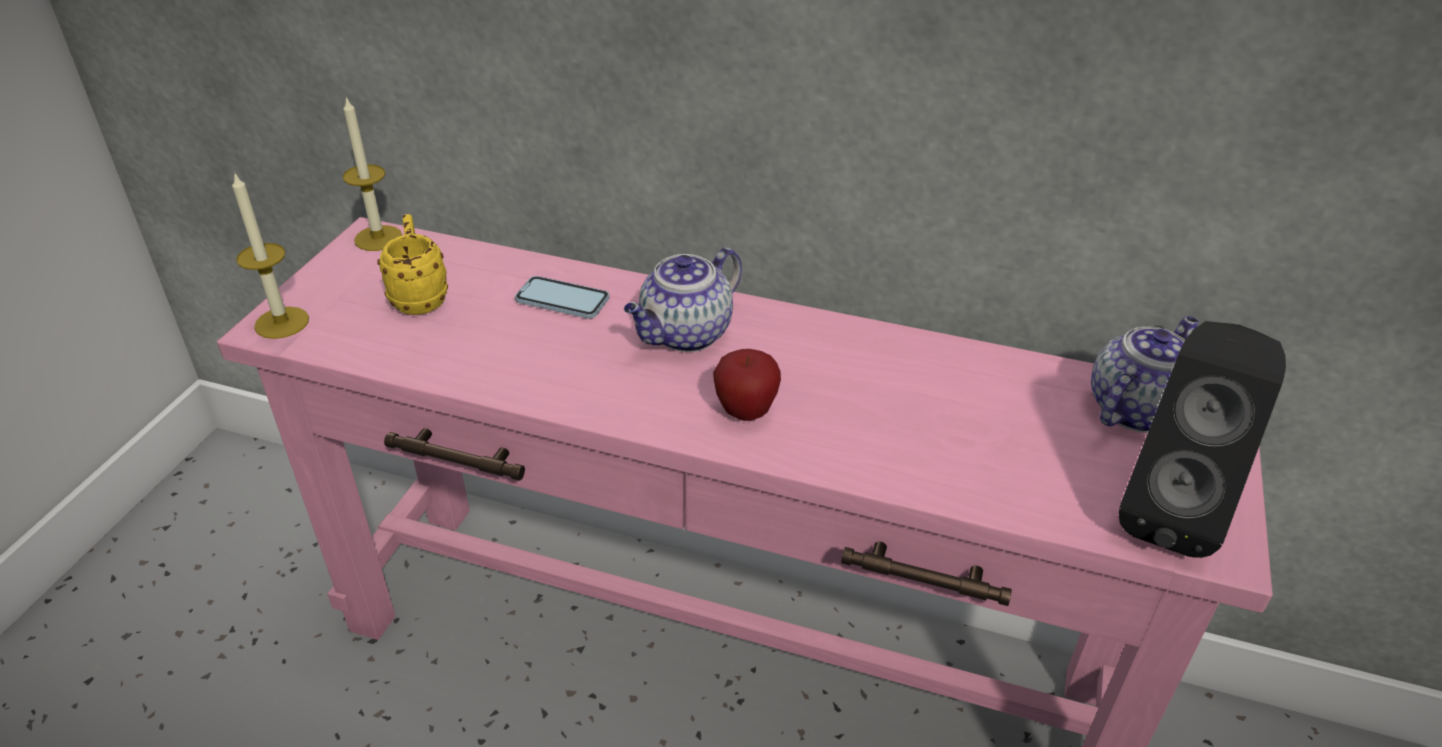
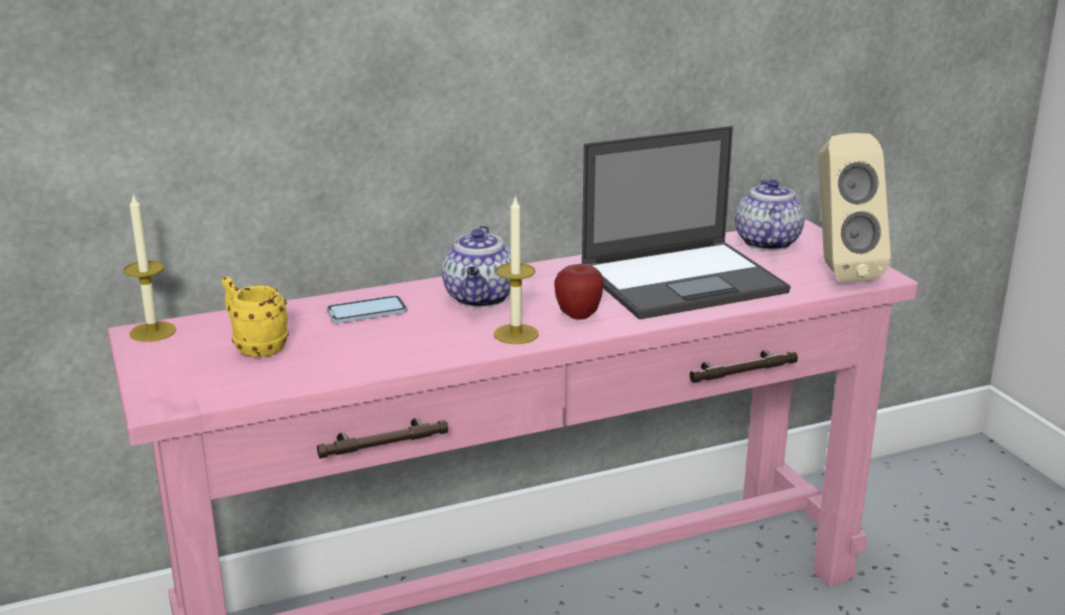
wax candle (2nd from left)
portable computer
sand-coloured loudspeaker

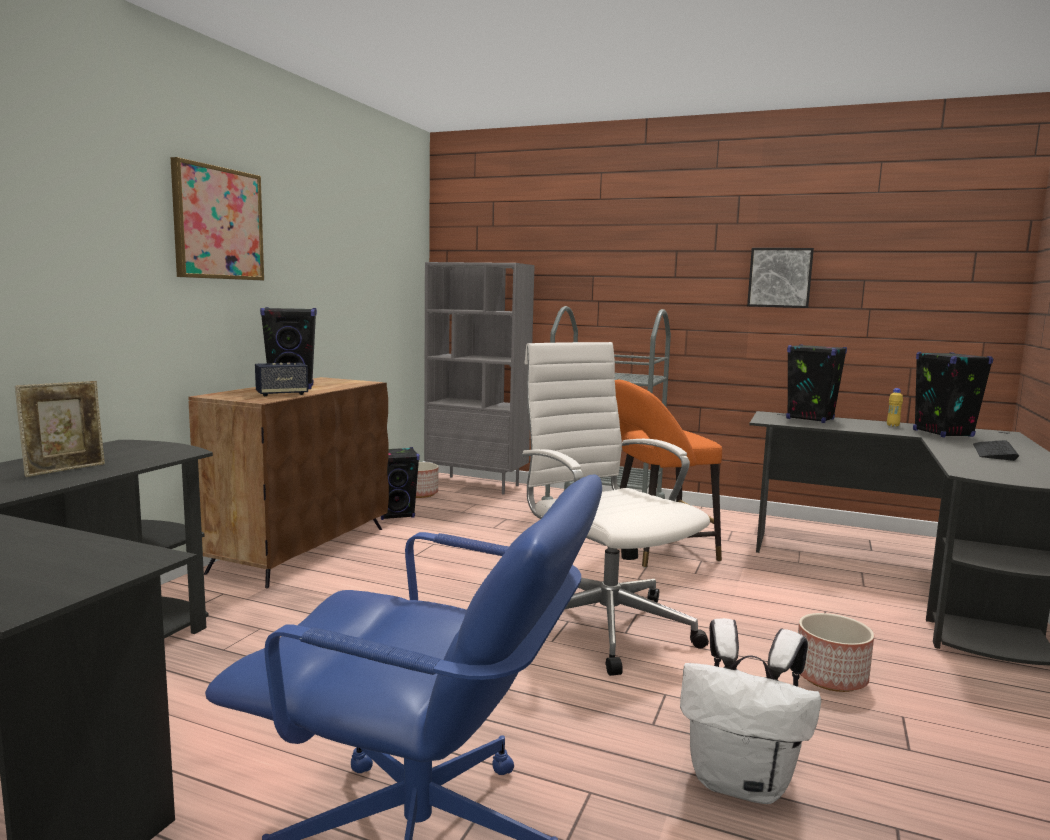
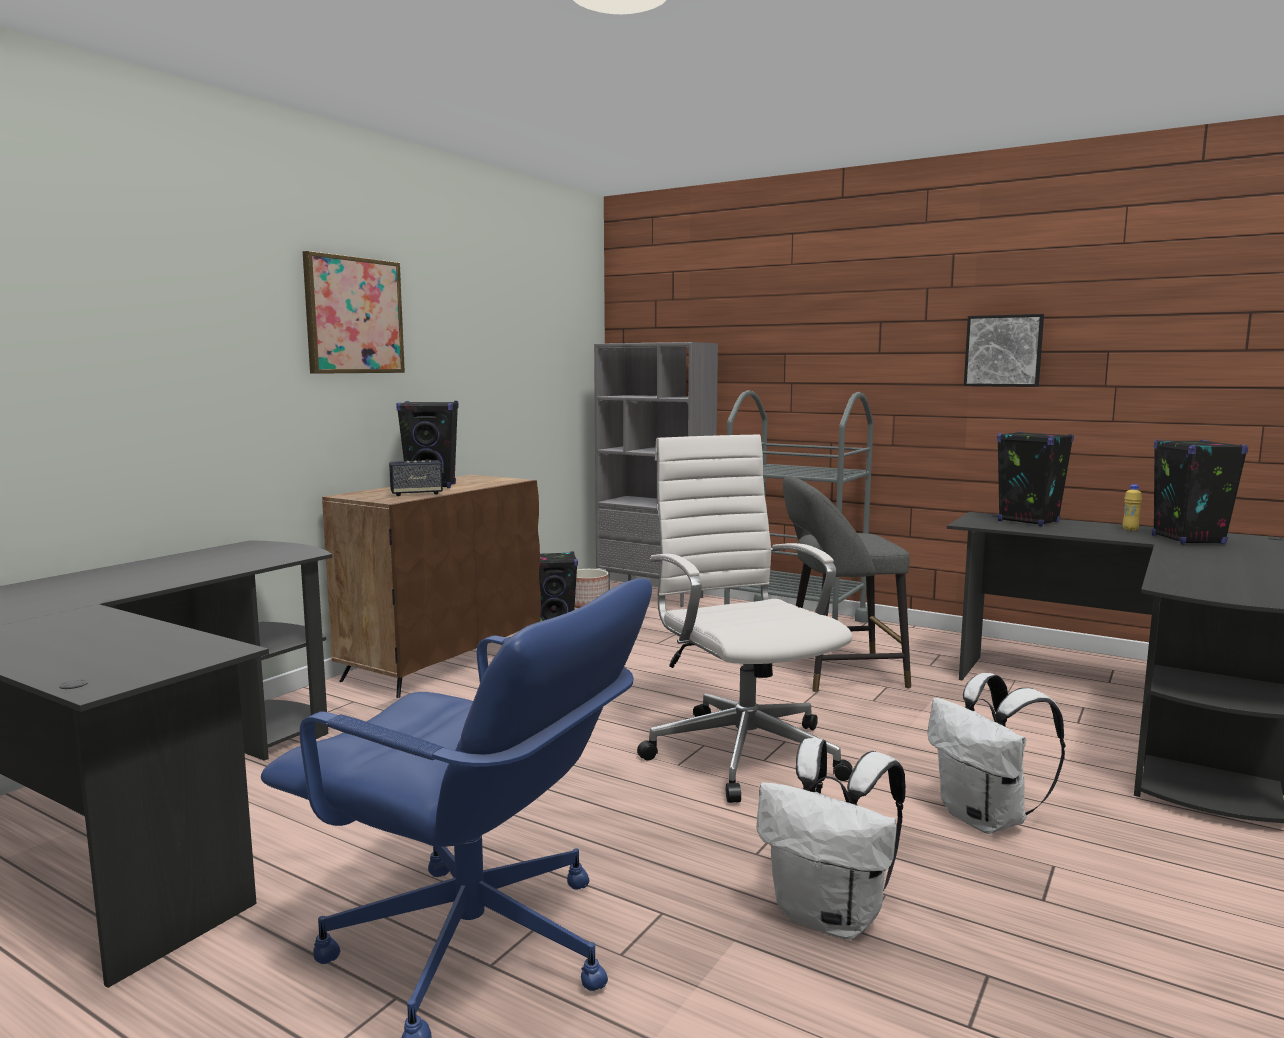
grey stool seat
white backpack (2nd from left)
picture frame
computer keyboard

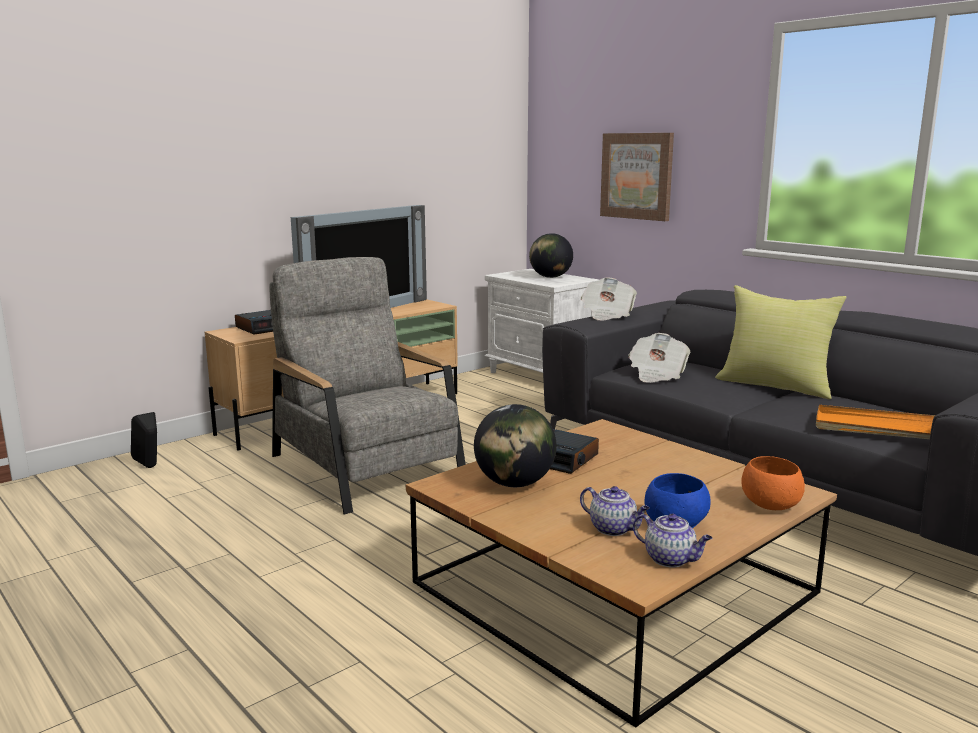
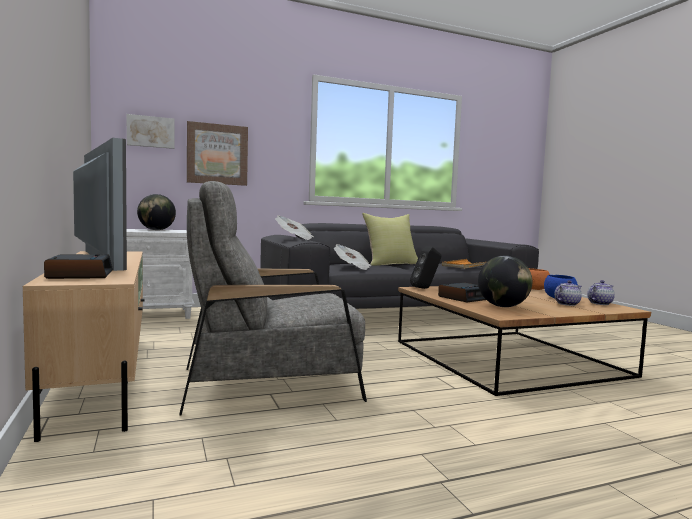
wall art (1st from left)
black-coloured loudspeaker

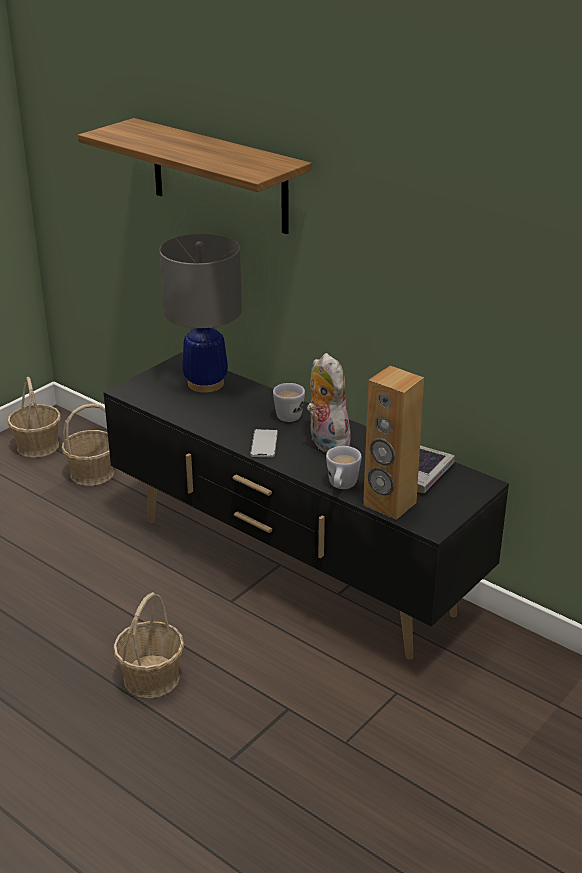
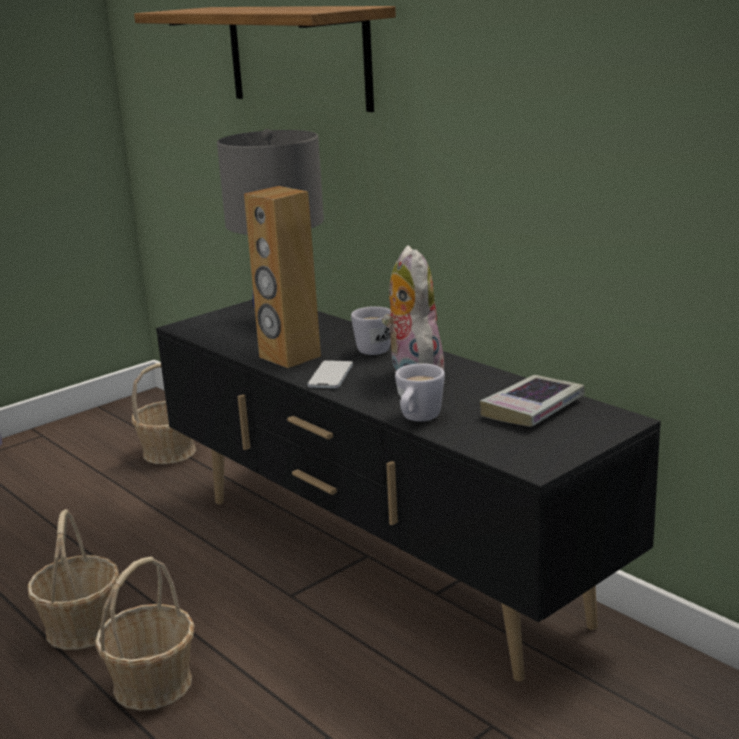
household basket (1st from left)
brown-coloured loudspeaker

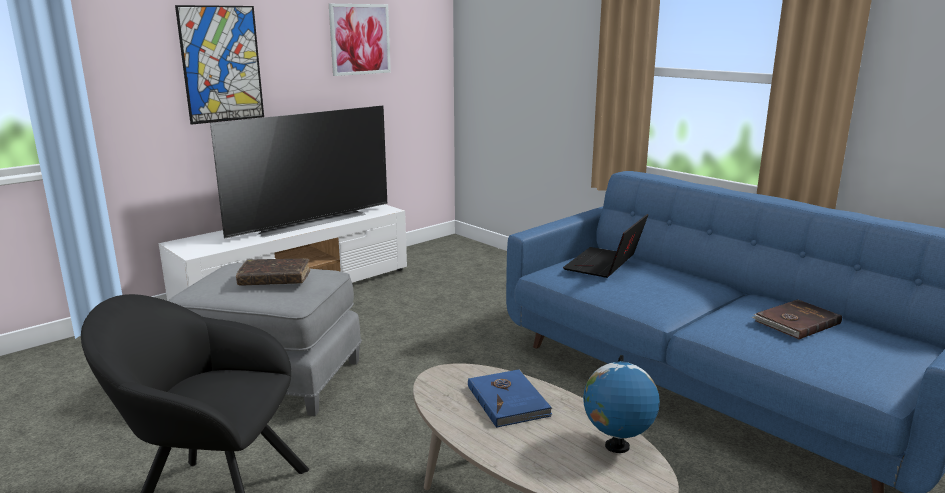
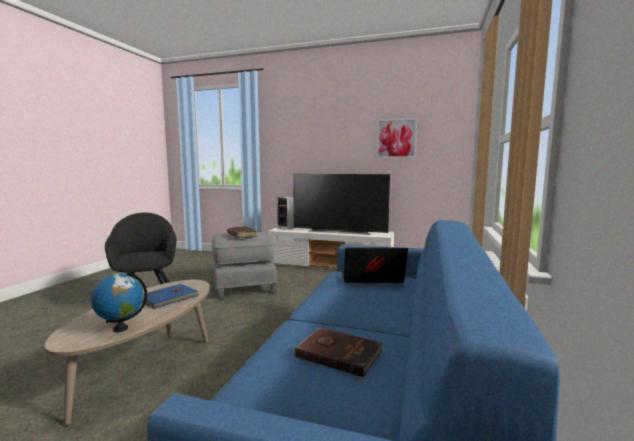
loudspeaker
wall art (1st from left in the first image)

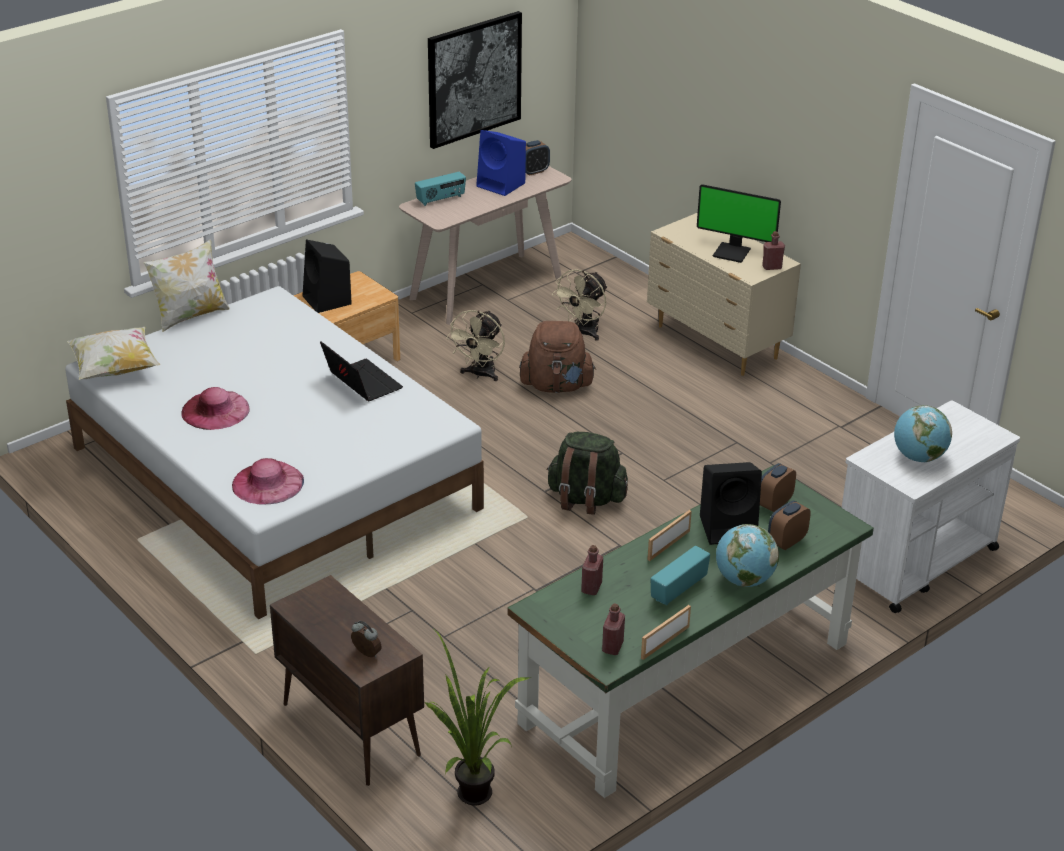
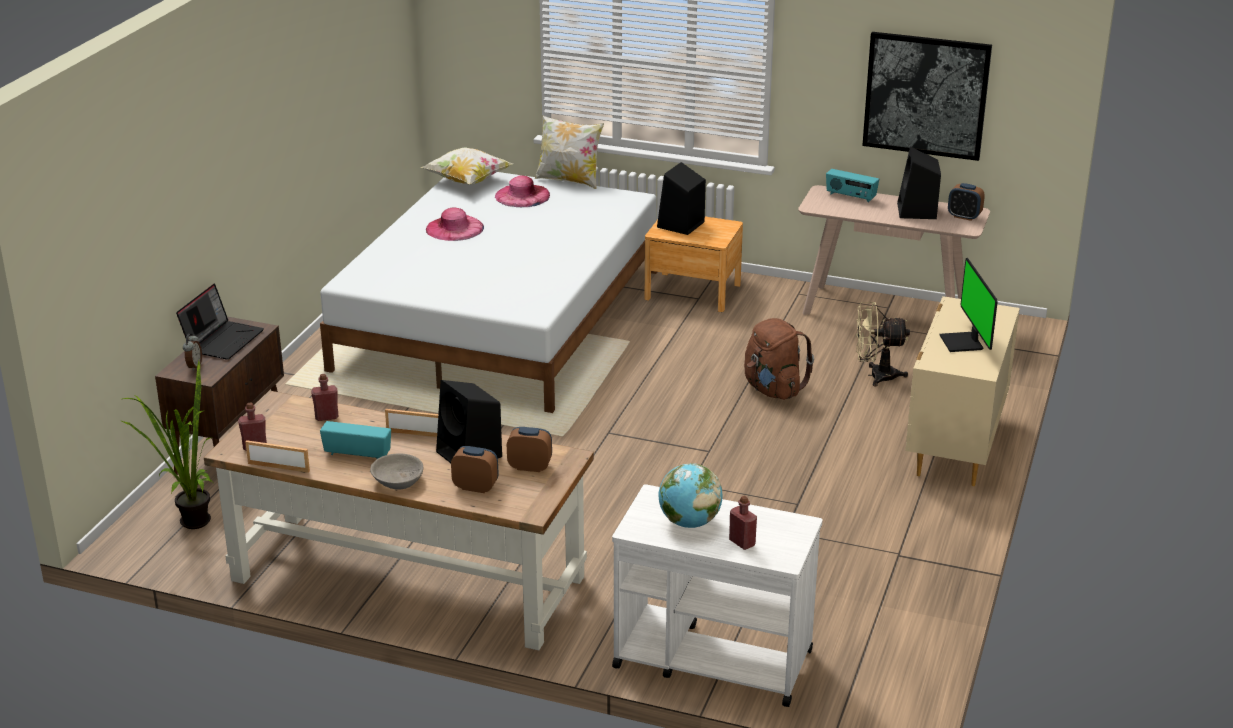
portable computer
brown-coloured desk
grey serving bowl
pink-coloured wearable hat (2nd from left)
red drink bottle (3rd from left)
black-coloured loudspeaker (3rd from left)
sand-coloured electric fan (1st from left in the first image)
green-coloured backpack

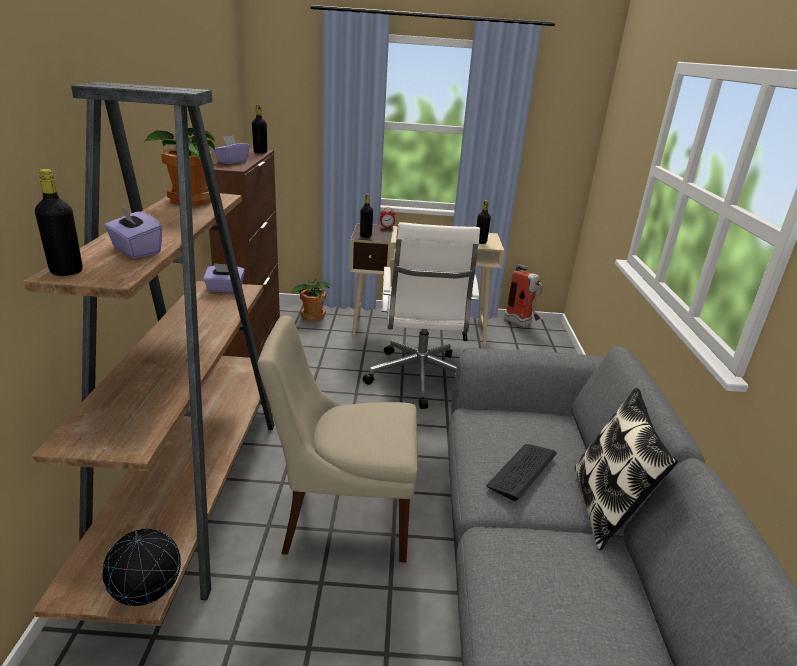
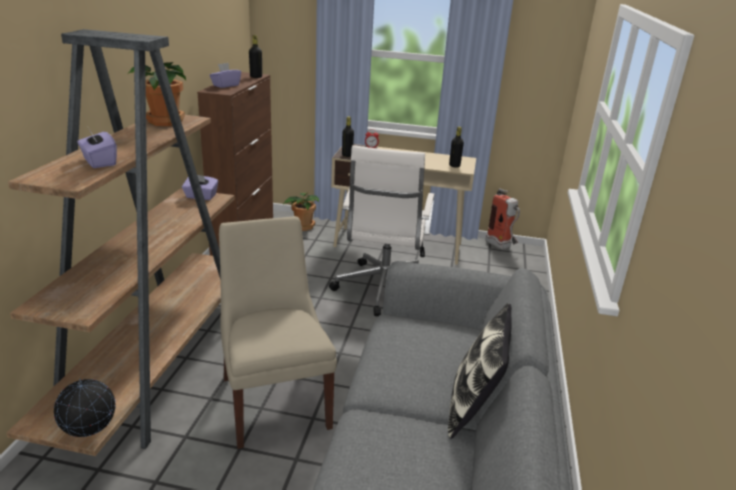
sand-coloured chair
black-coloured drink bottle (1st from left in the first image)
computer keyboard

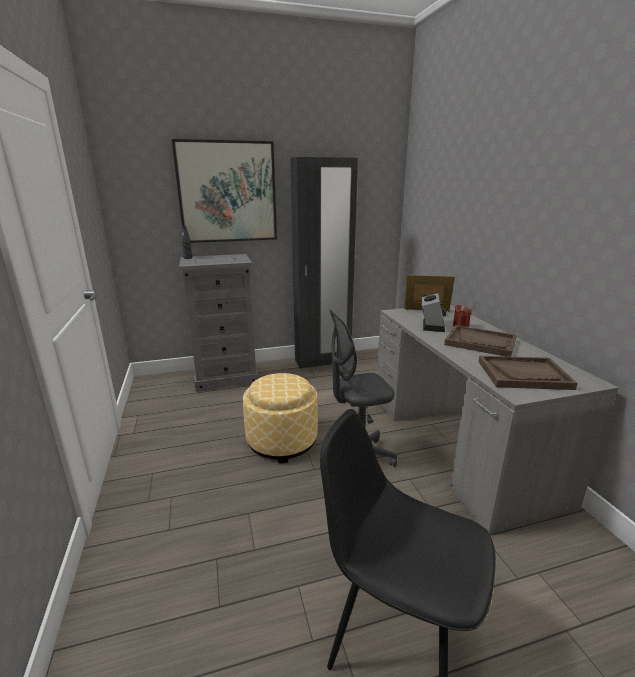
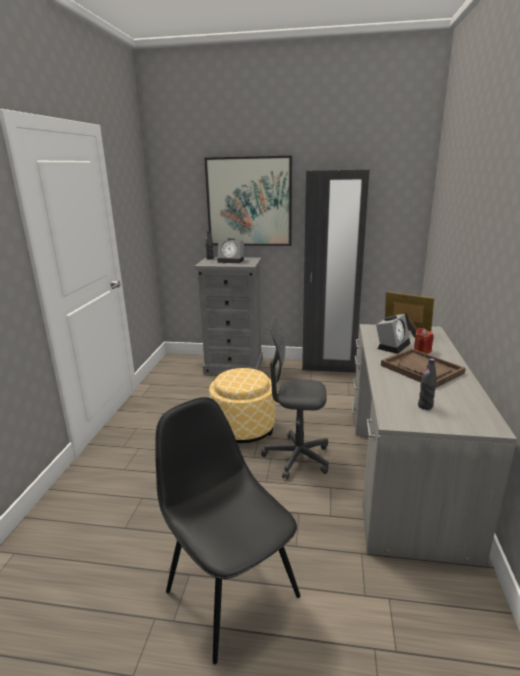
bedside clock (1st from left)
black-coloured drink bottle (2nd from left)

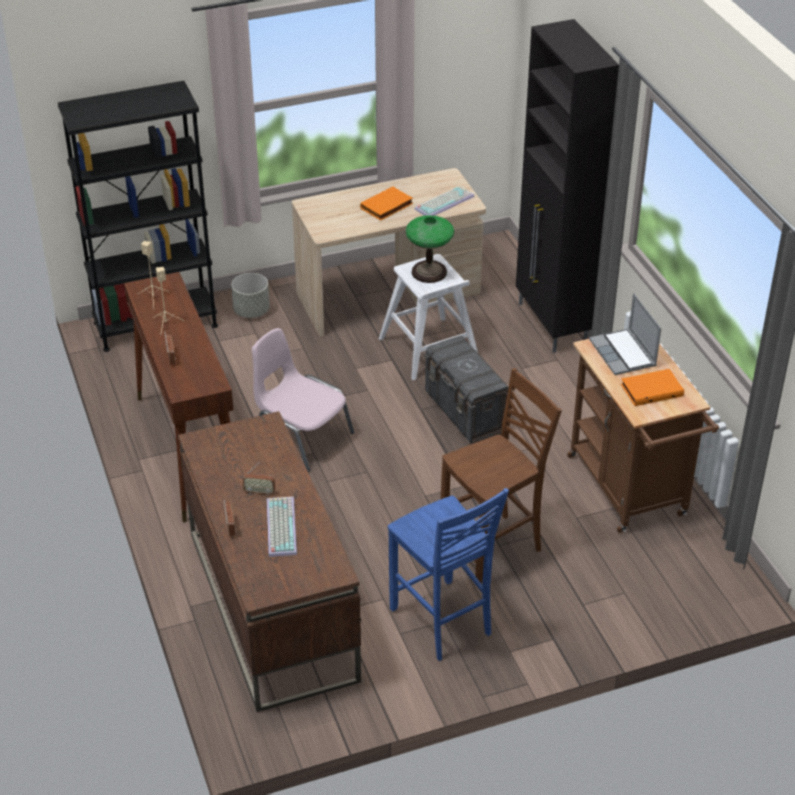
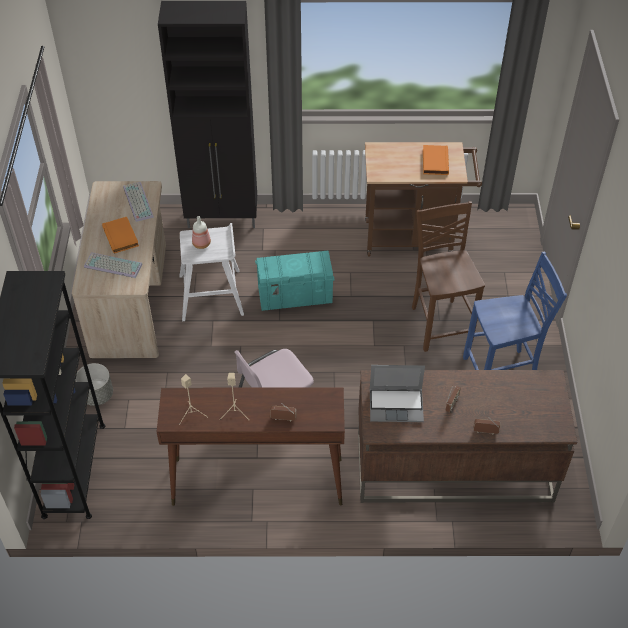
computer keyboard (1st from left)
drink bottle
blue-green storage box
portable computer

